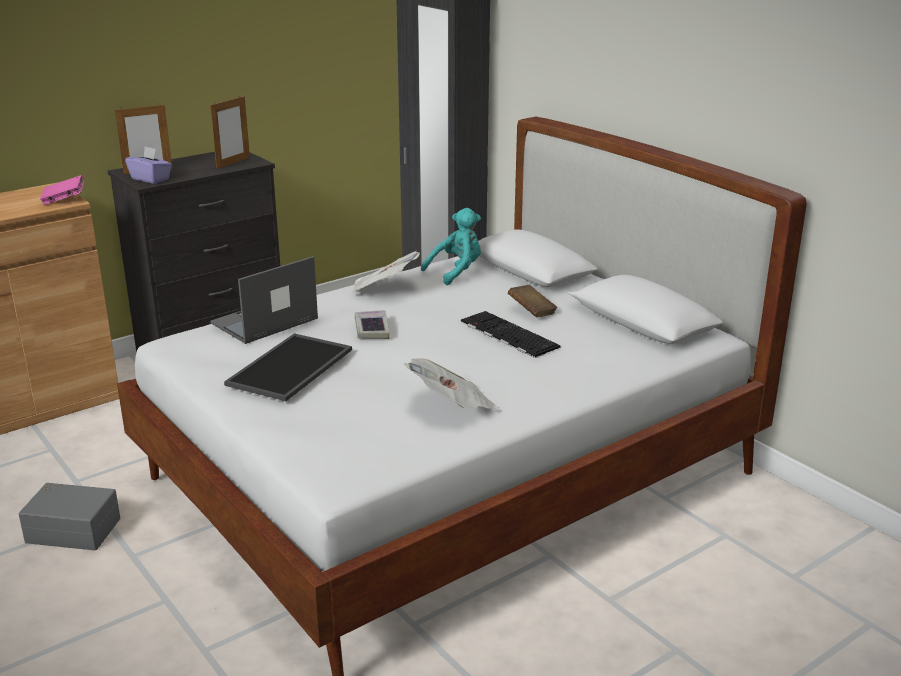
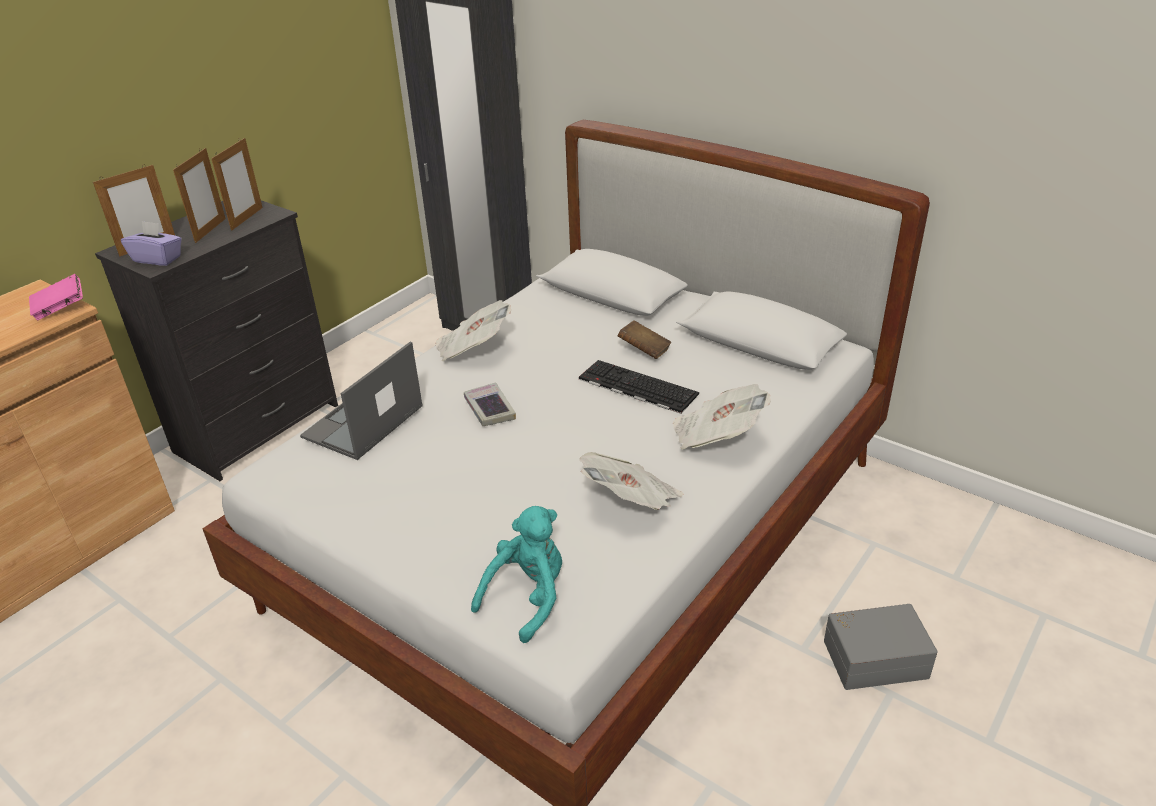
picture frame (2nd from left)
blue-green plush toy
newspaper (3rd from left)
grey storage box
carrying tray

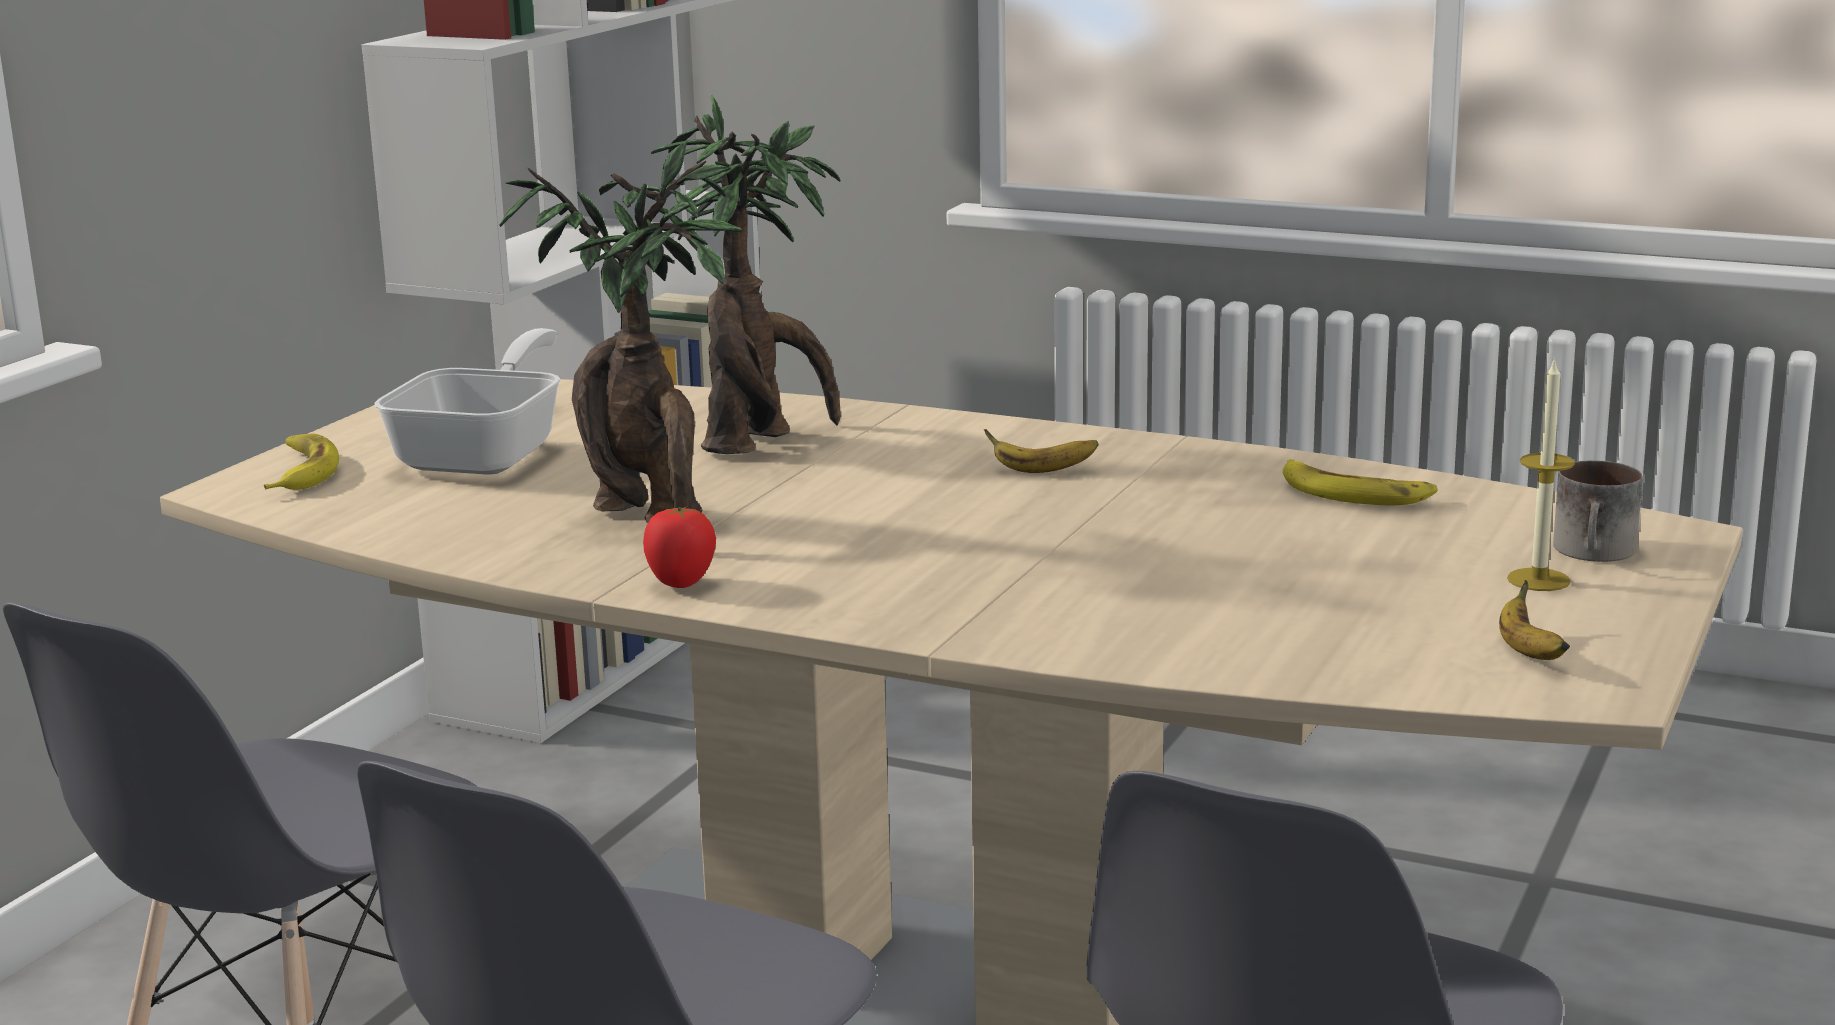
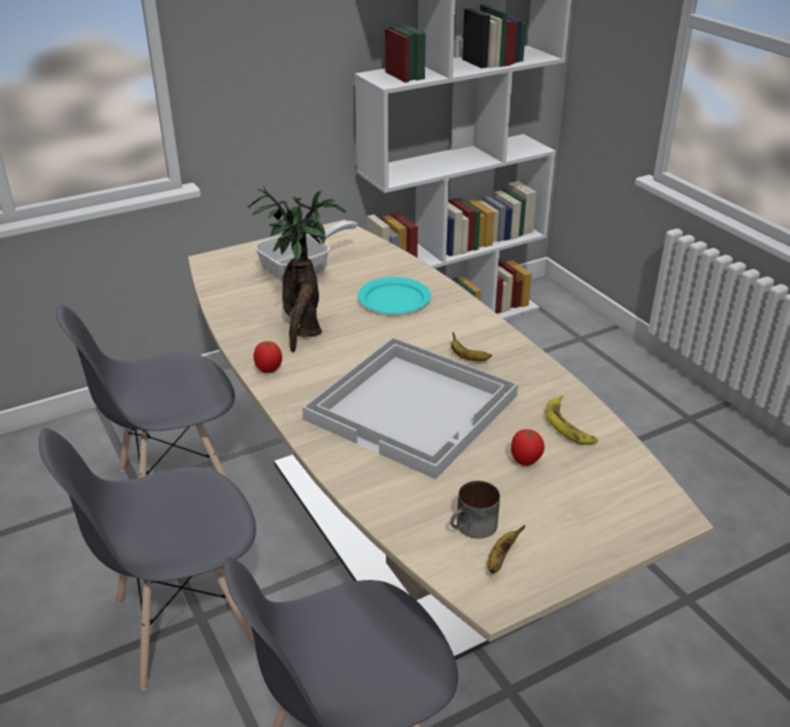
white carrying tray
blue-green flat dish
mug
whole tomato (2nd from left)
banana fruit (1st from left in the first image)
wax candle

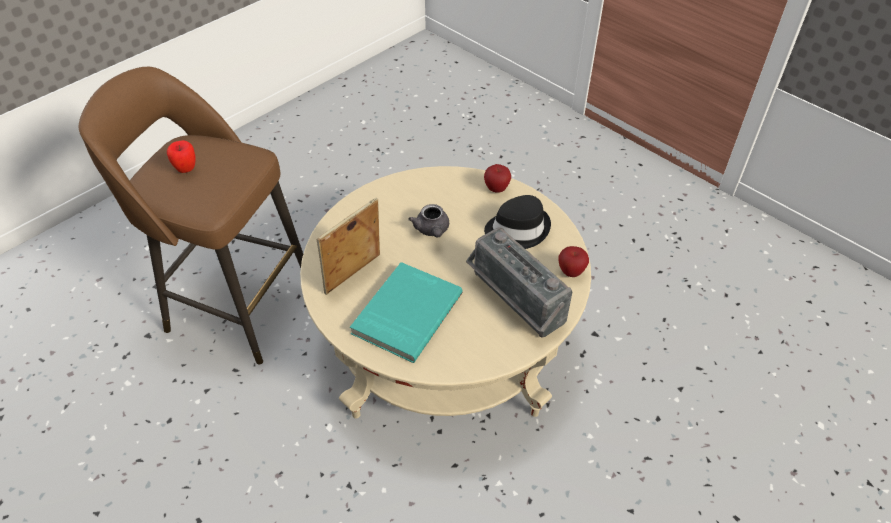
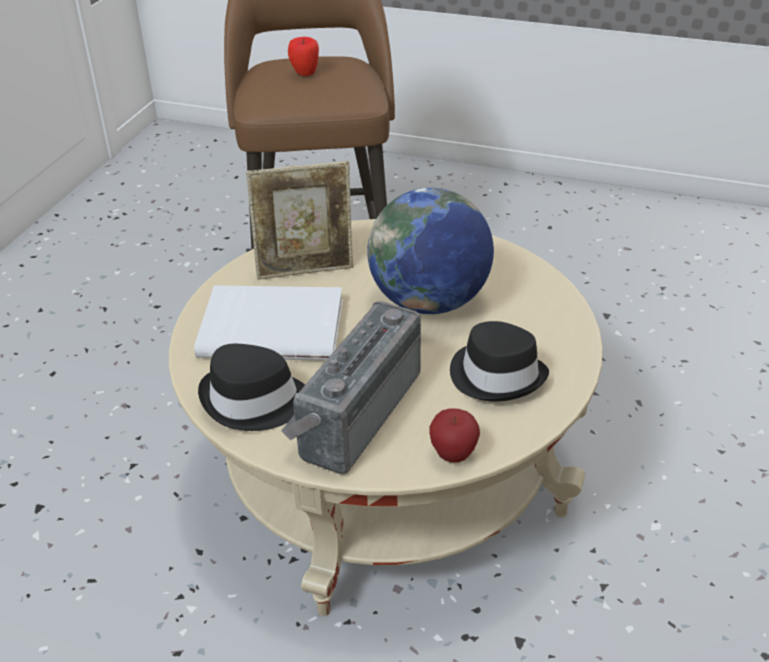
white book
black-coloured wearable hat (1st from left)
picture frame
globe
apple fruit (2nd from left in the first image)

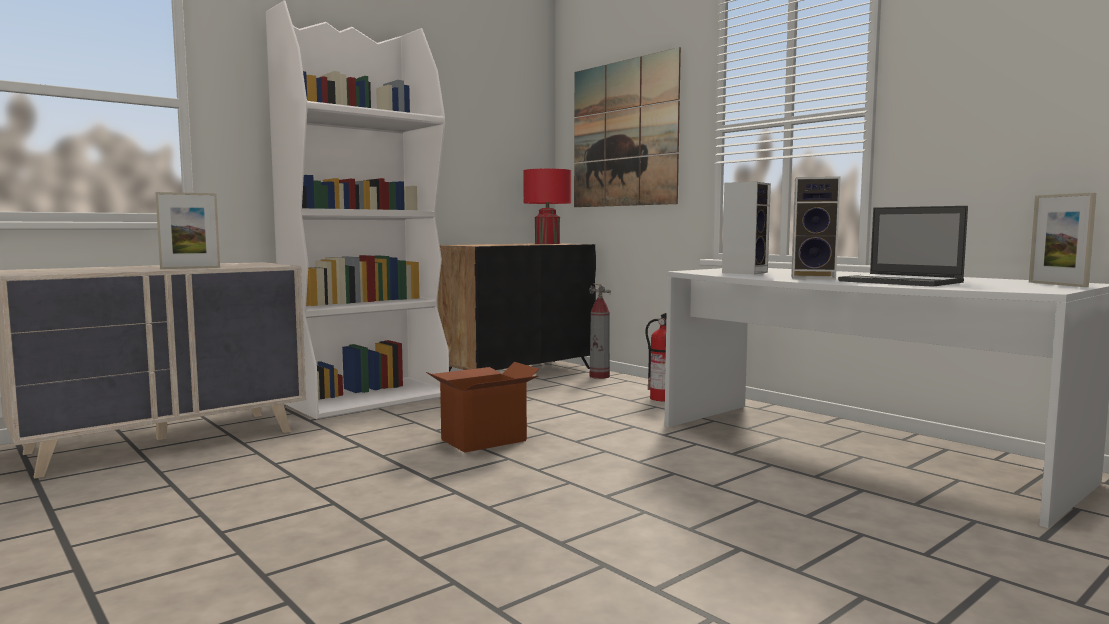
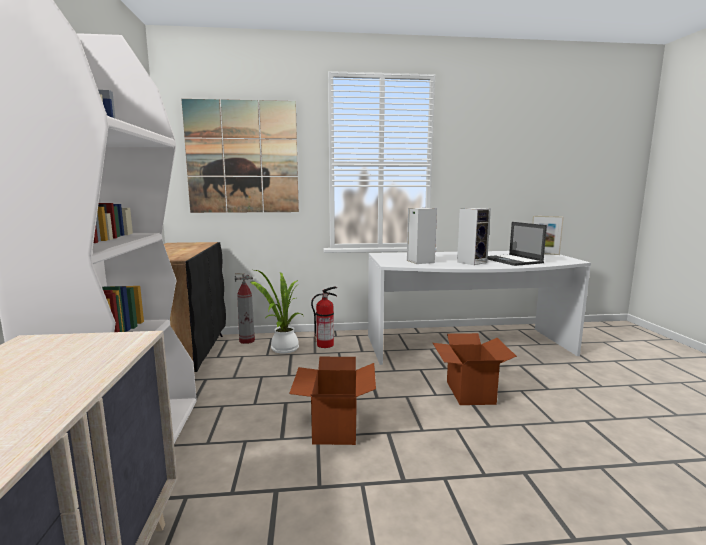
houseplant
packing box (2nd from left)
portable computer
picture frame (1st from left in the first image)
red lamp for a table

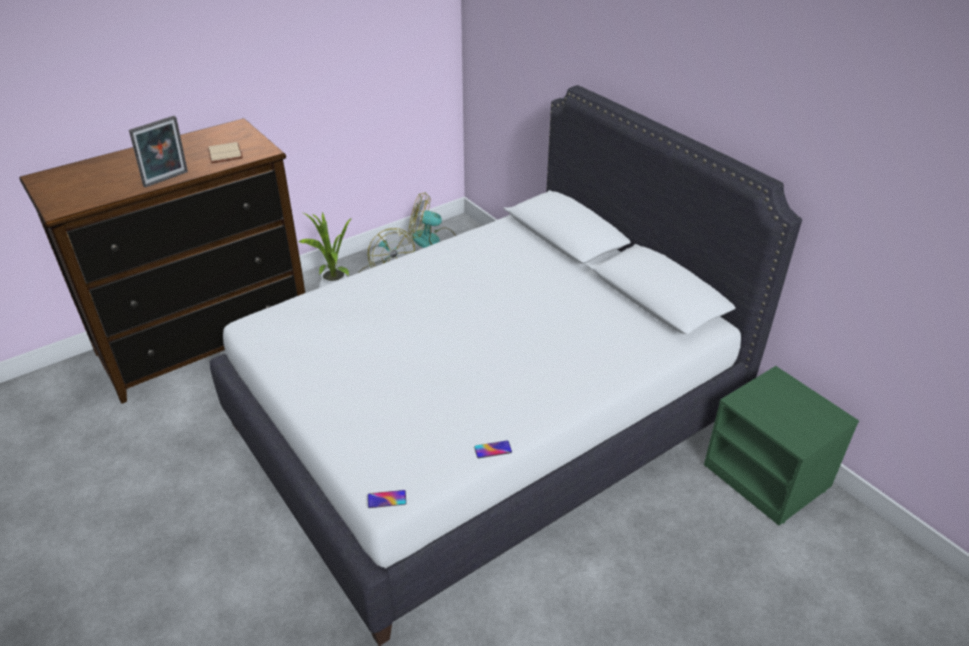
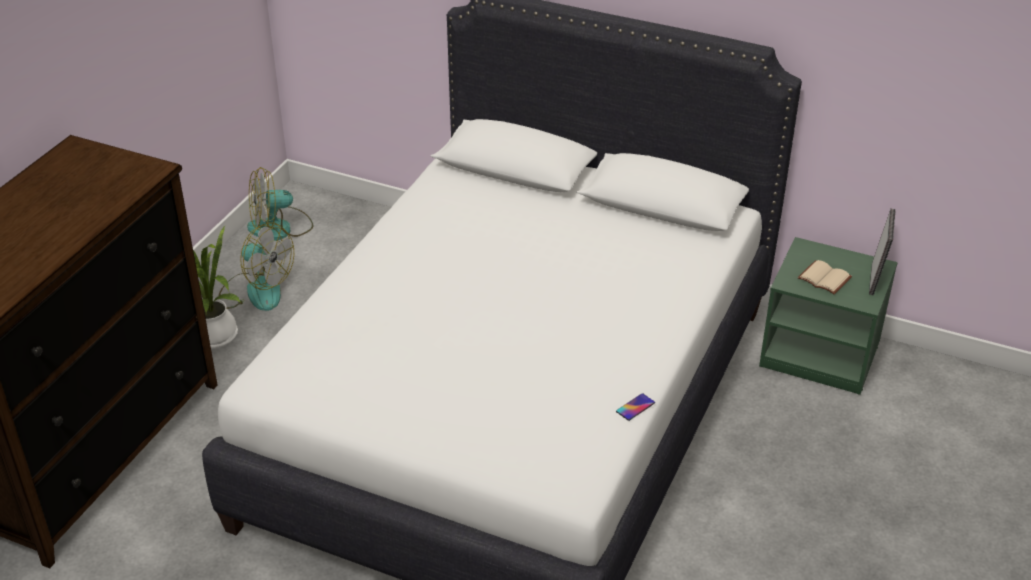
sand-coloured book
picture frame
phone (1st from left in the first image)

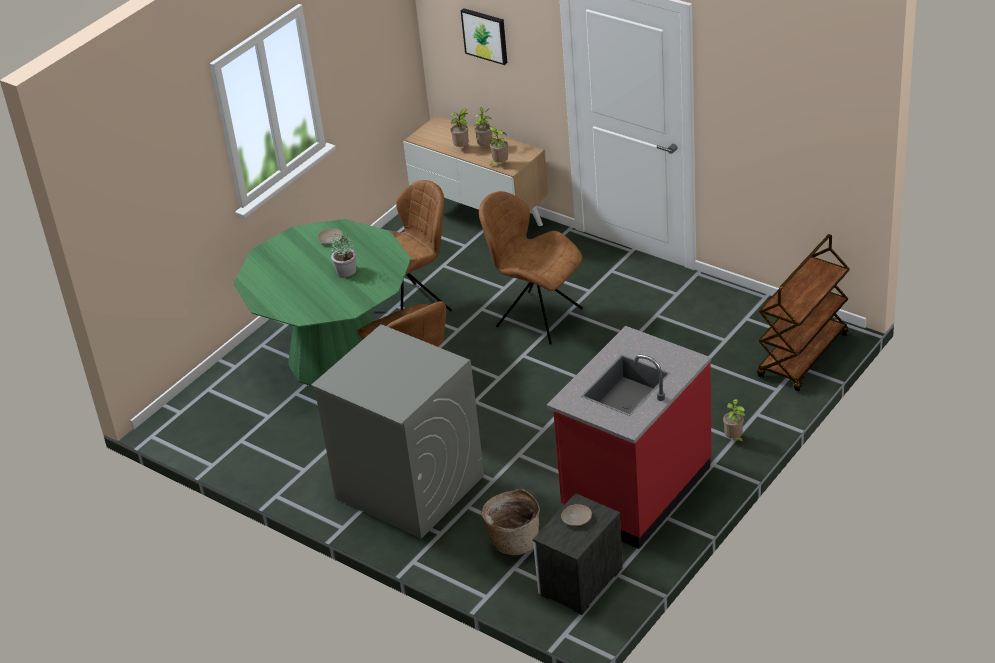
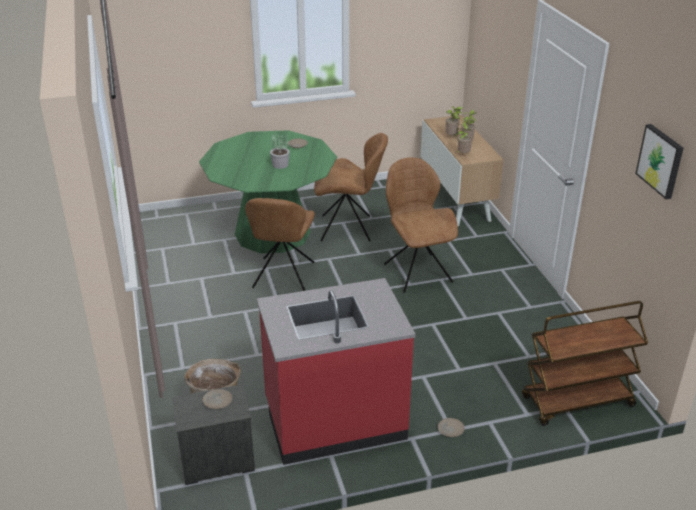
sand-coloured flat dish (3rd from left)
wall art
grey laundry machine

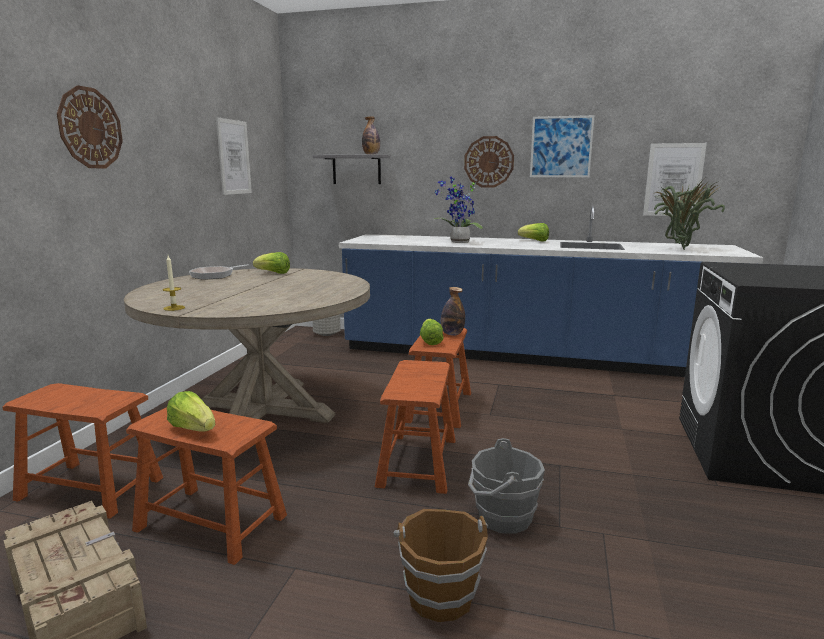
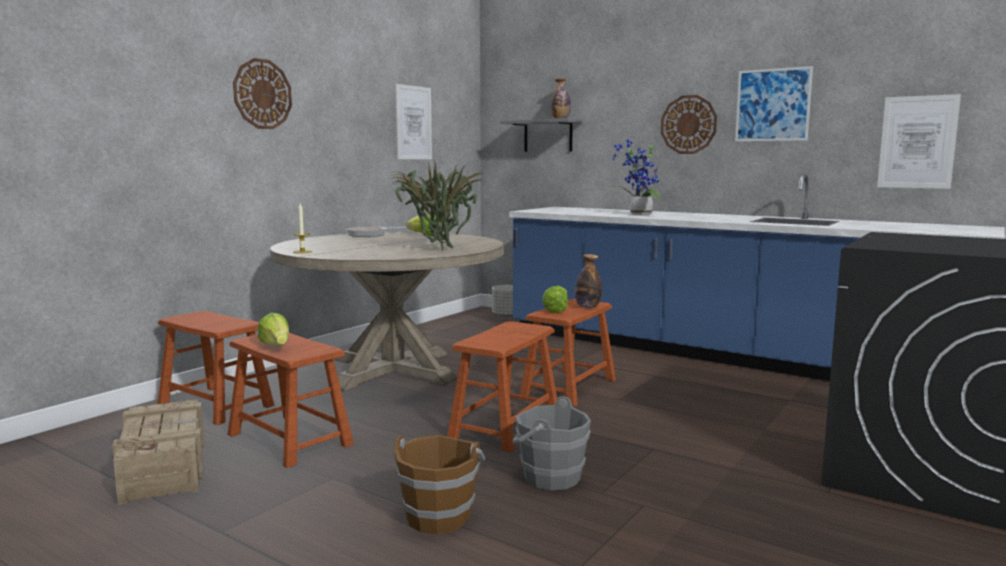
houseplant (1st from left)
lettuce (4th from left in the first image)

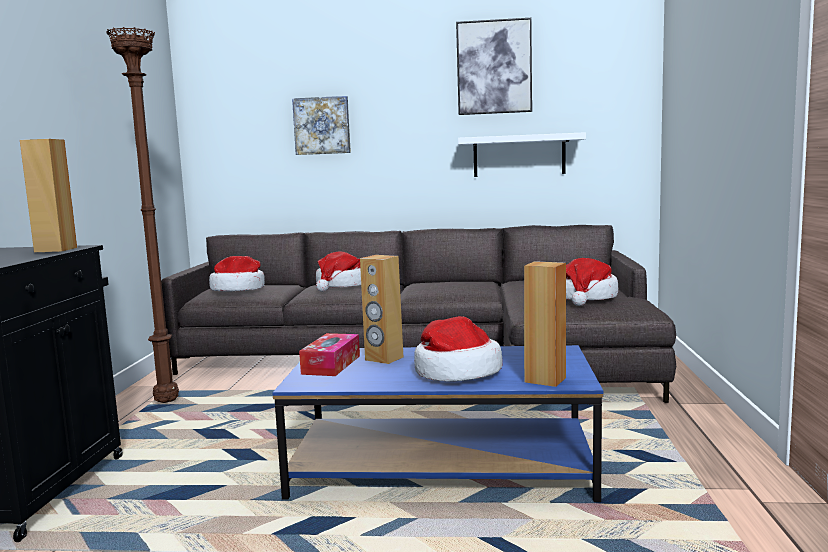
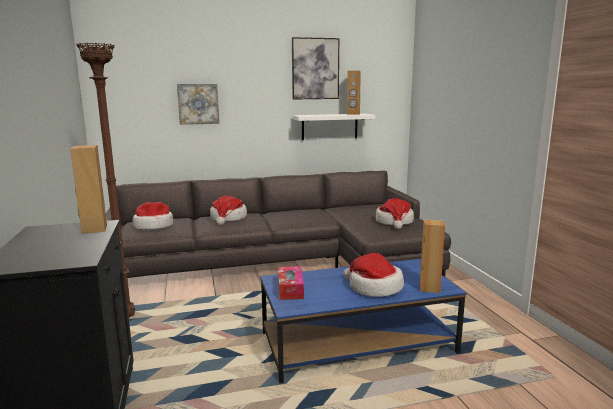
brown-coloured loudspeaker (2nd from left)

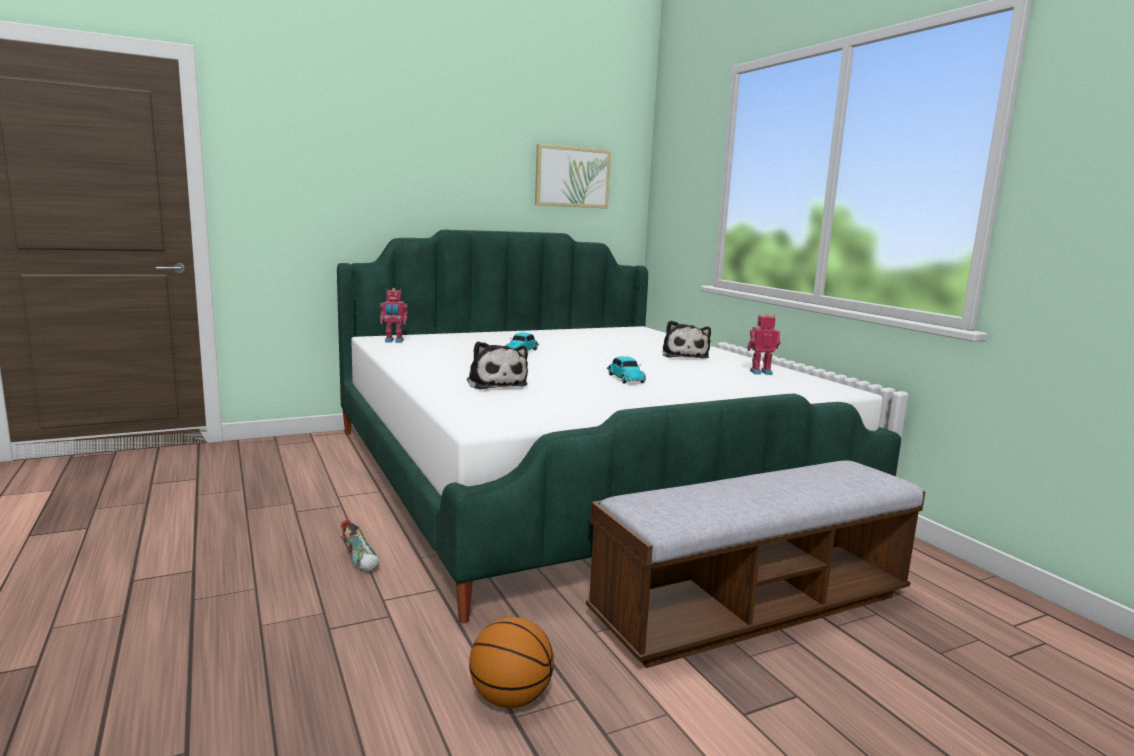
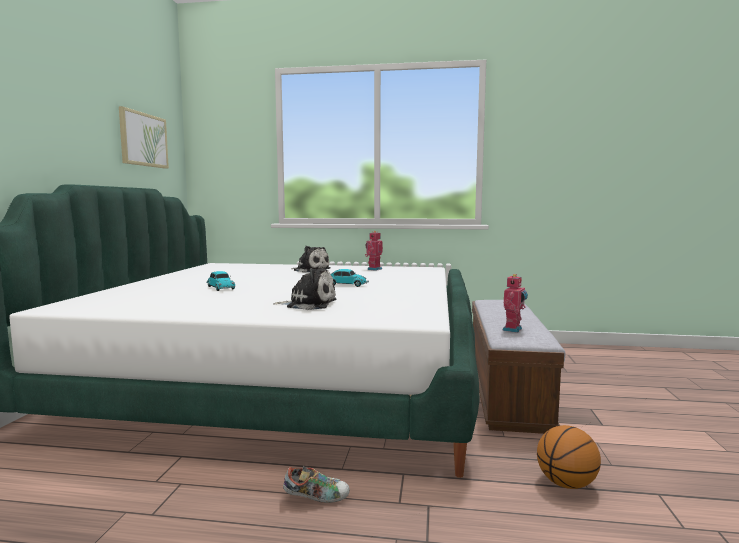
toy robot (2nd from left)

